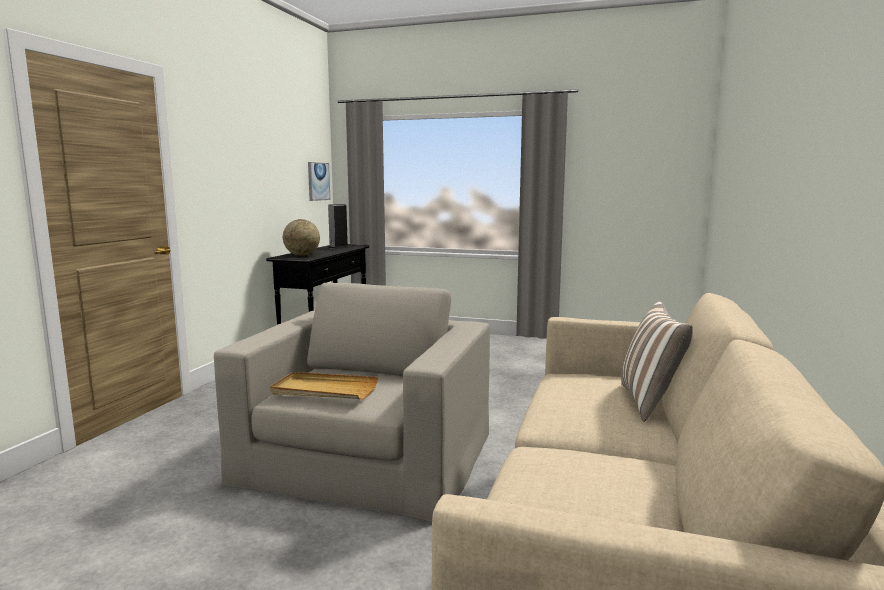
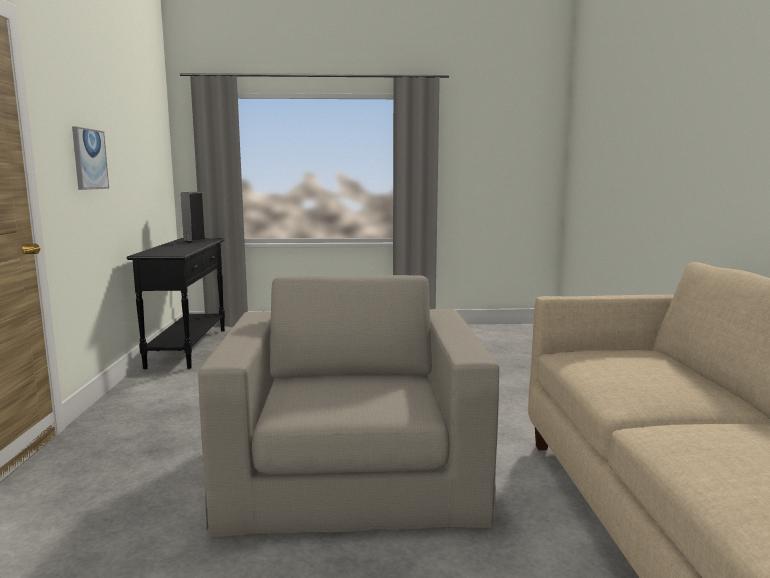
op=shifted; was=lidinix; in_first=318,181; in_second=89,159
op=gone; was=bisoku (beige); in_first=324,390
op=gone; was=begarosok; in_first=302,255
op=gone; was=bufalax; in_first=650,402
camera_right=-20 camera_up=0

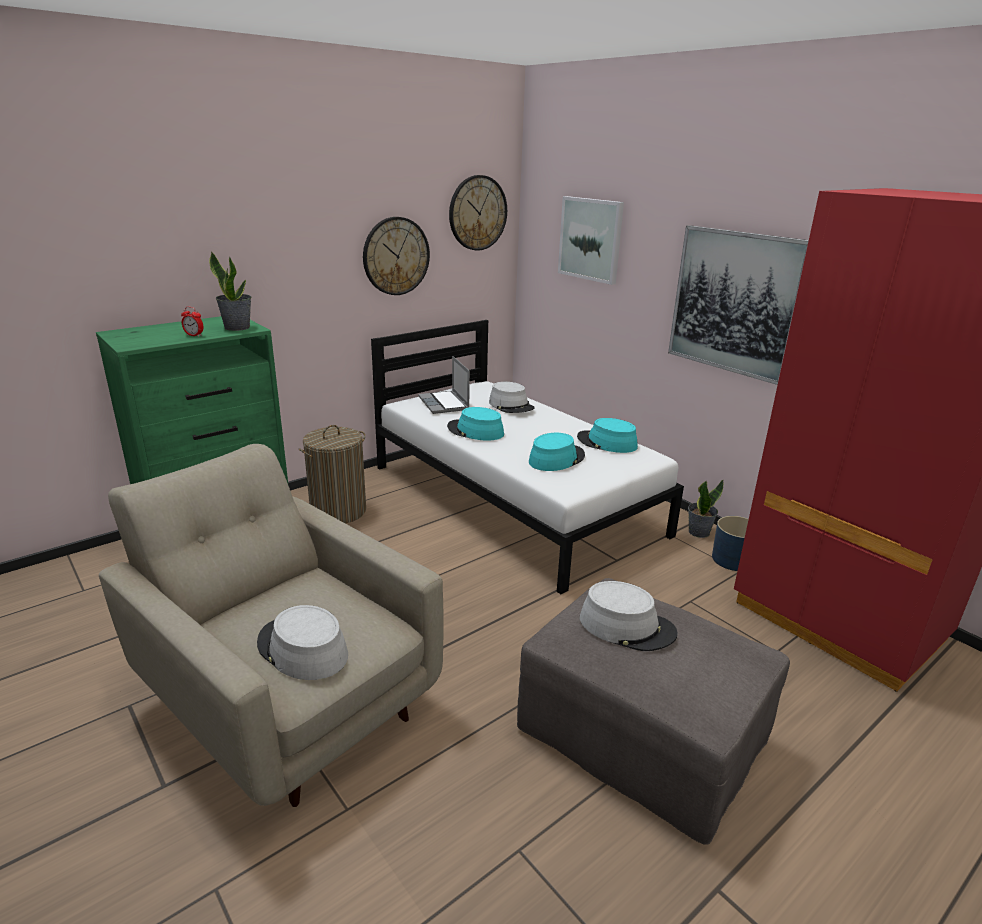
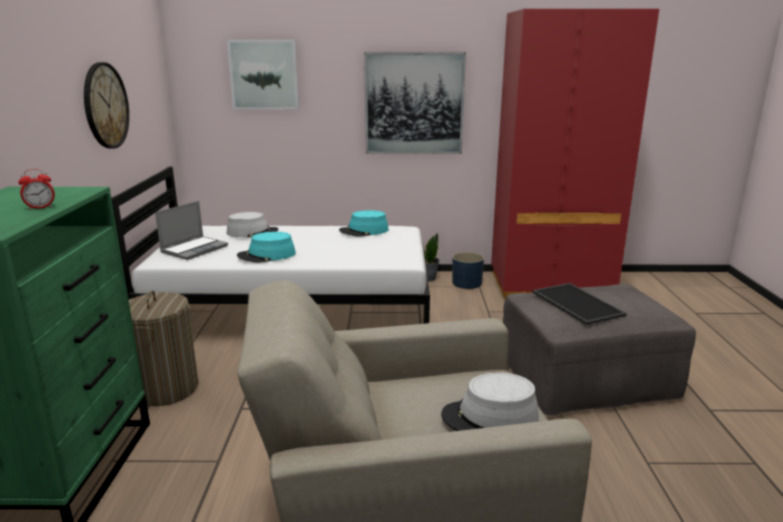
op=rotated; was=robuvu; in_first=444,404; in_second=194,249; clockwise=-75
op=swapped; was=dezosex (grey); now=bisoku; in_first=627,626; in_second=575,303
op=gone; was=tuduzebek; in_first=237,327
op=gone; was=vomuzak; in_first=477,213
op=gone; was=dezosex (turquoise); in_first=556,459
camera_right=-50 camera_up=-5

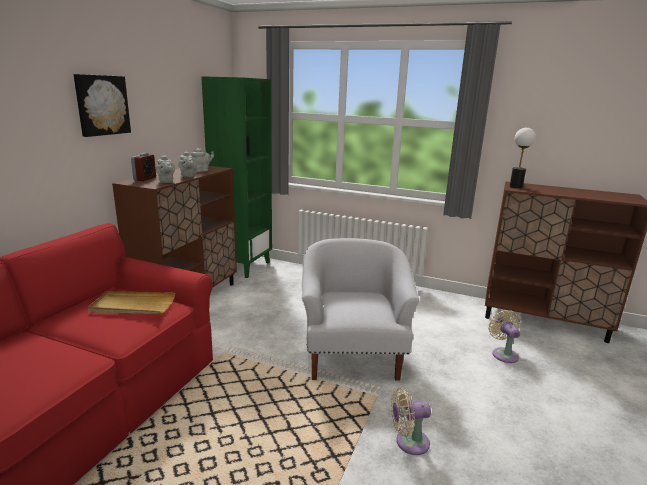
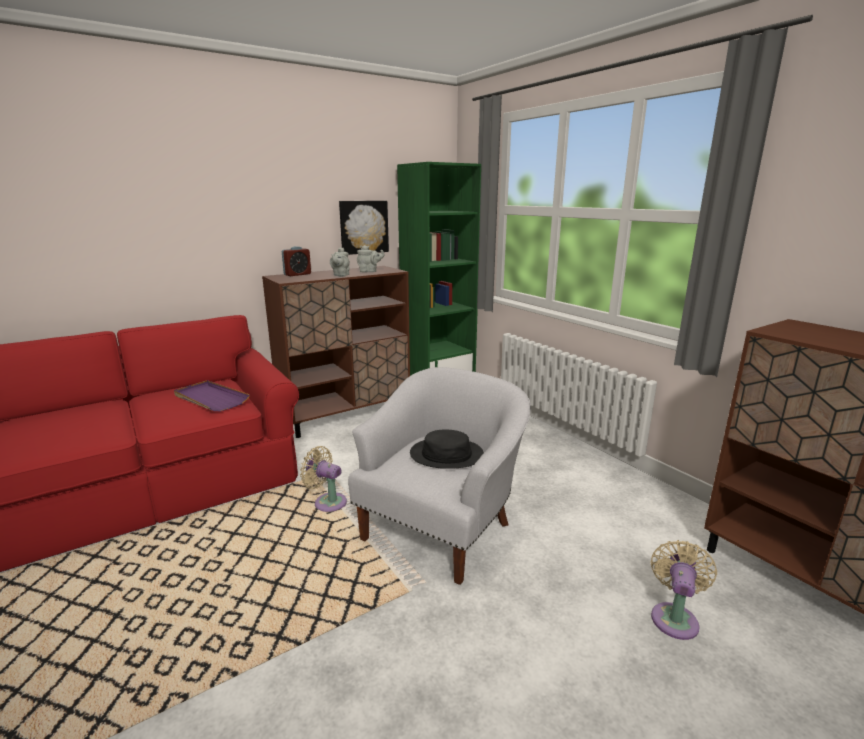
op=repainted; was=bisoku (beige); now=bisoku (purple); in_first=133,306; in_second=210,398
op=shifted; was=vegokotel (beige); in_first=408,442; in_second=327,502
op=shifted; was=lidinix; in_first=102,105; in_second=363,227
op=new; now=dezosex (black); in_second=446,454
op=gone; was=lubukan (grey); in_first=166,181
op=gone; was=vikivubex; in_first=516,187
camera_right=35 camera_up=0

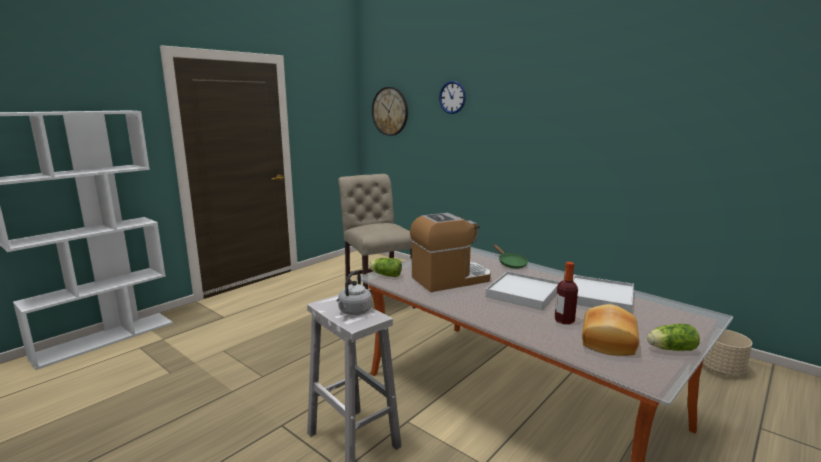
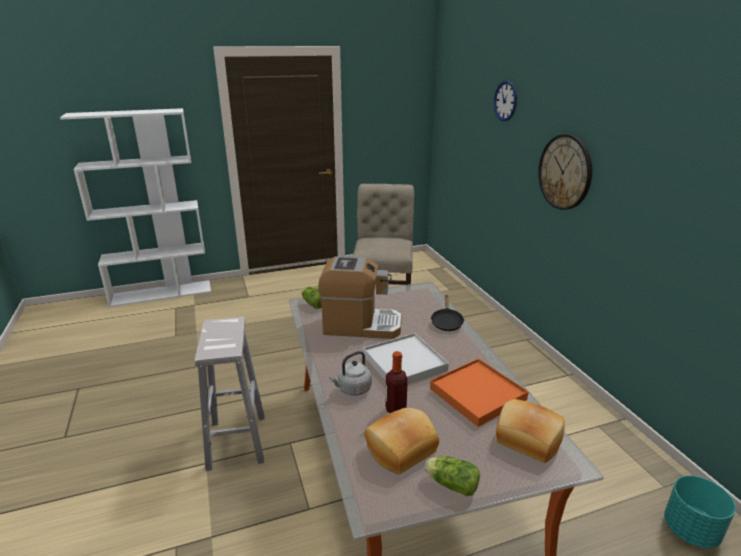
op=shifted; was=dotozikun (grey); in_first=354,312; in_second=353,389
op=repainted; was=bisoku (white); now=bisoku (orange); in_first=599,297; in_second=477,394
op=repainted; was=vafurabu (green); now=vafurabu (black); in_first=510,264; in_second=446,322
op=new; now=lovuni; in_second=527,440
op=shifted; was=vomuzak; in_first=390,111; in_second=565,172
op=repainted; was=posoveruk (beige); now=posoveruk (turquoise); in_first=722,370; in_second=690,530
camera_right=30 camera_up=10

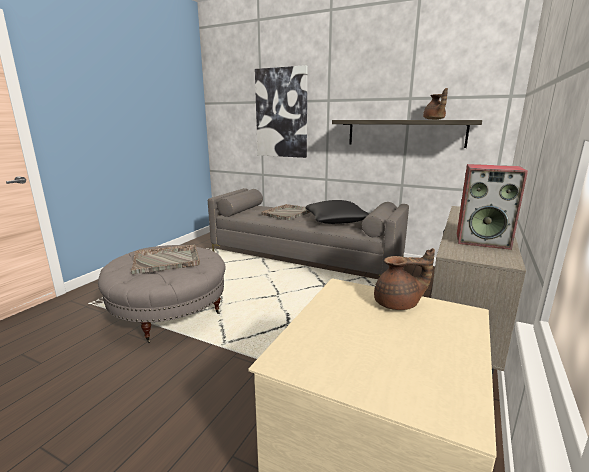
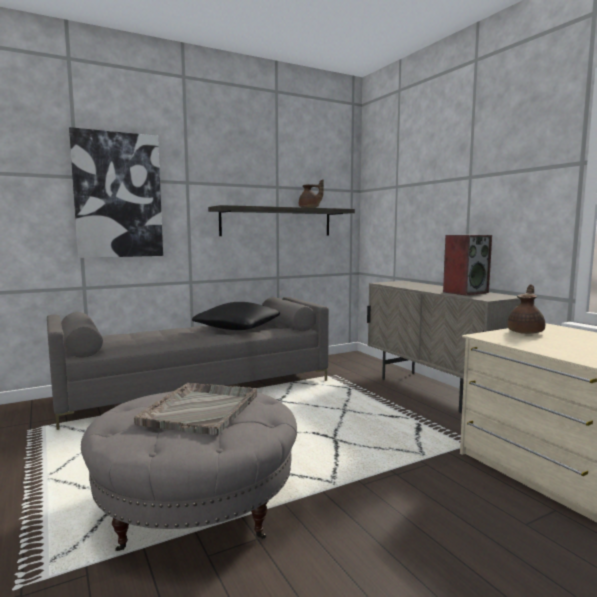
op=gone; was=bisoku (grey); in_first=288,213
camera_right=-55 camera_up=-10

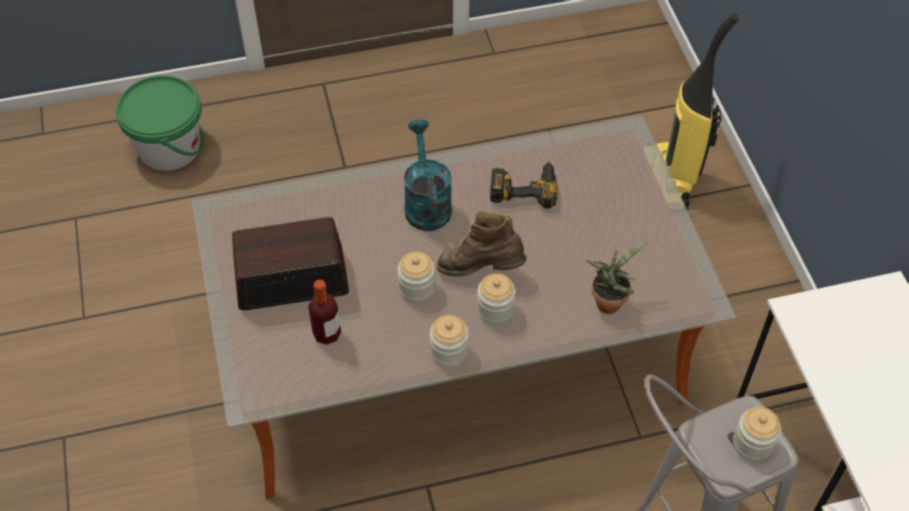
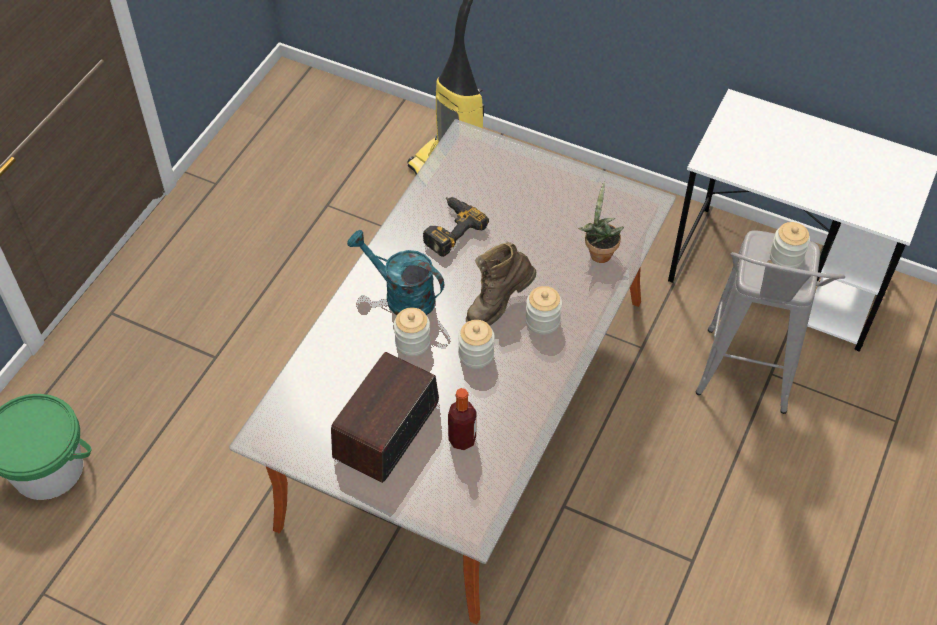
op=shifted; was=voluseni; in_first=449,351; in_second=412,342
camera_right=-50 camera_up=0

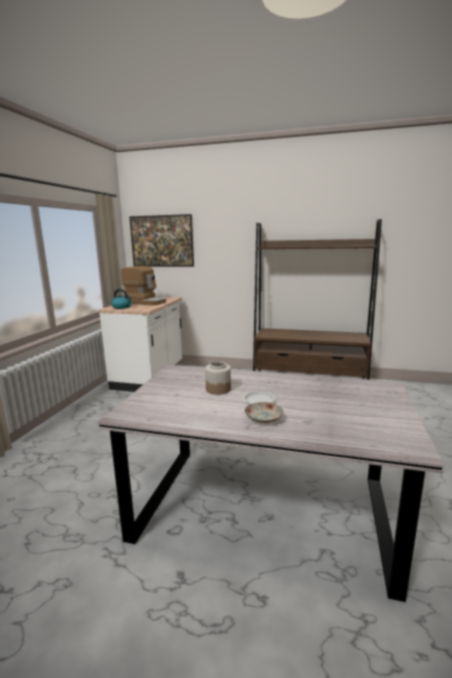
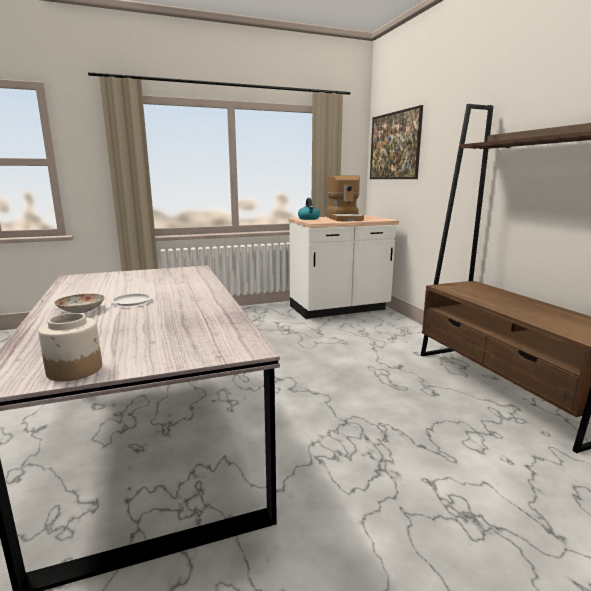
op=shifted; was=voluseni; in_first=218,389; in_second=75,370
camera_right=55 camera_up=0

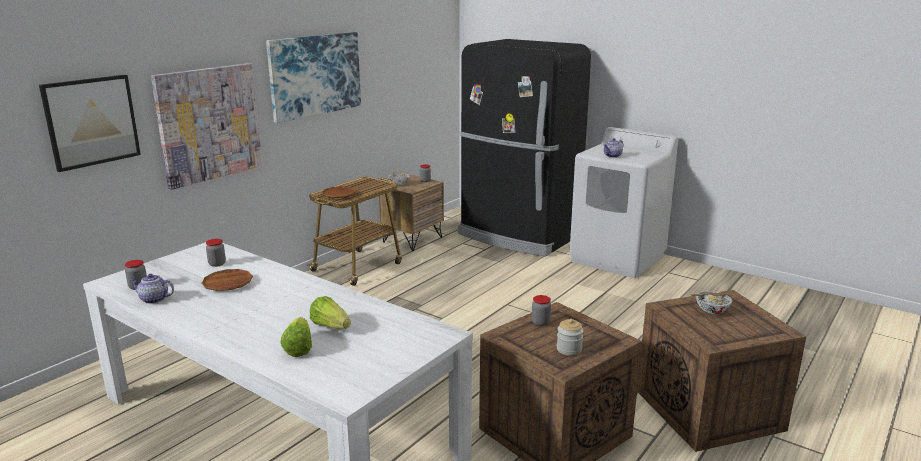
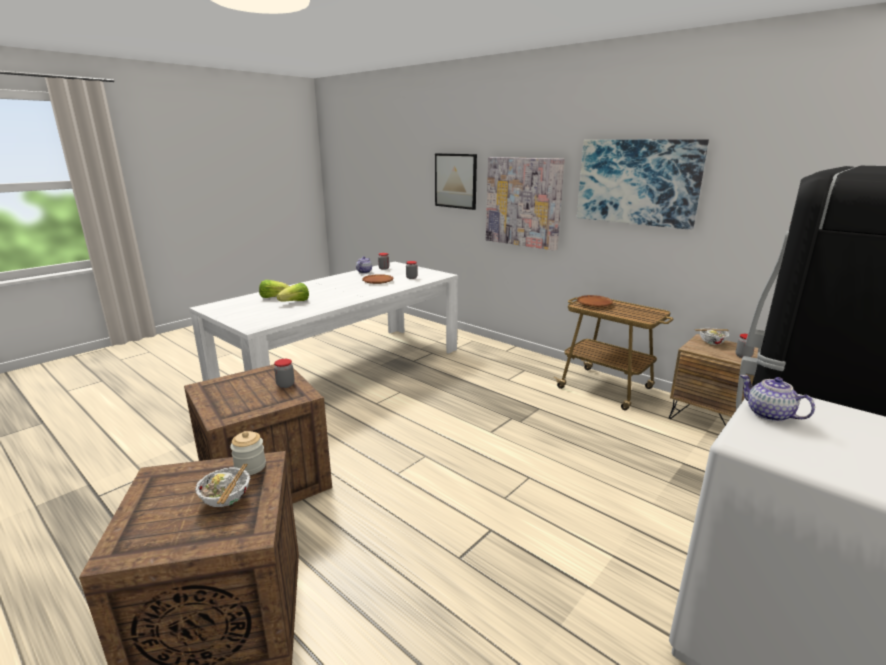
op=shifted; was=voluseni; in_first=569,349; in_second=250,467
camera_right=95 camera_up=0

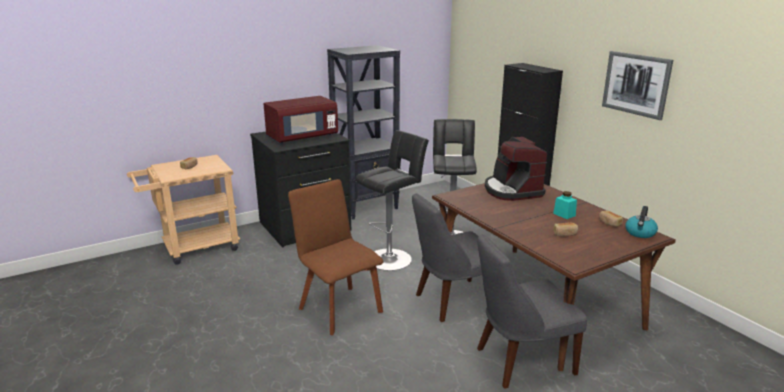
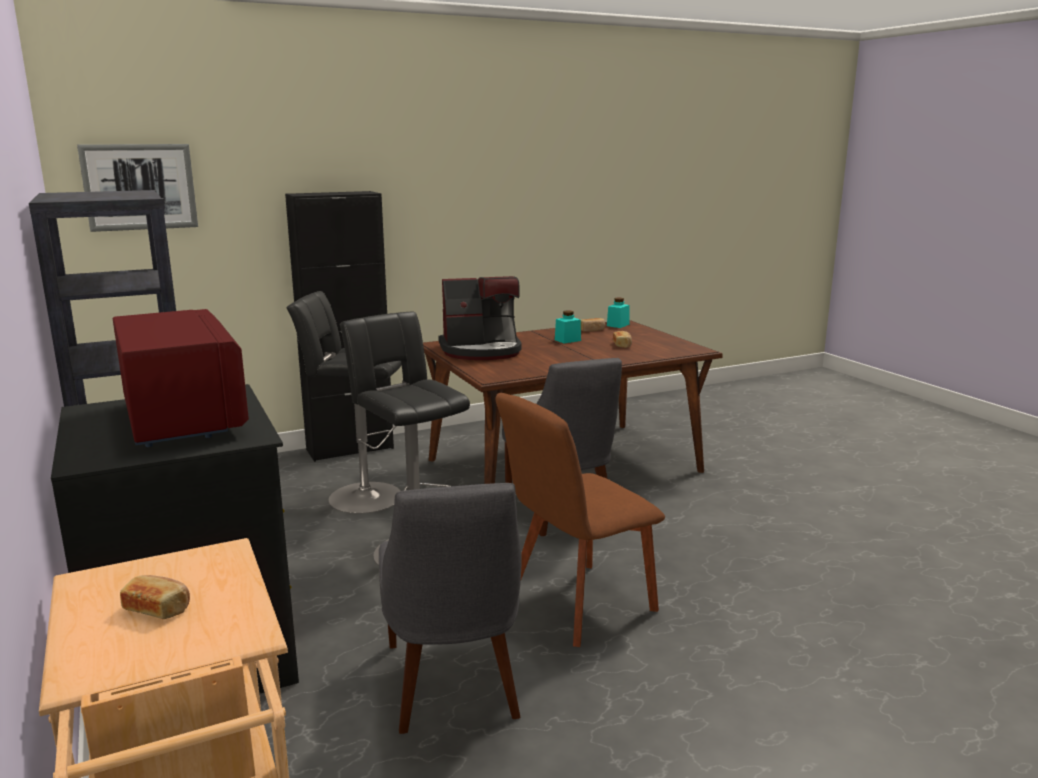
op=shifted; was=lidinix; in_first=636,84; in_second=139,187
op=shifted; was=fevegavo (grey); in_first=520,361; in_second=452,685
op=swapped; was=dotozikun; now=voluseni (turquoise); in_first=640,233; in_second=618,325
camera_right=-85 camera_up=-5

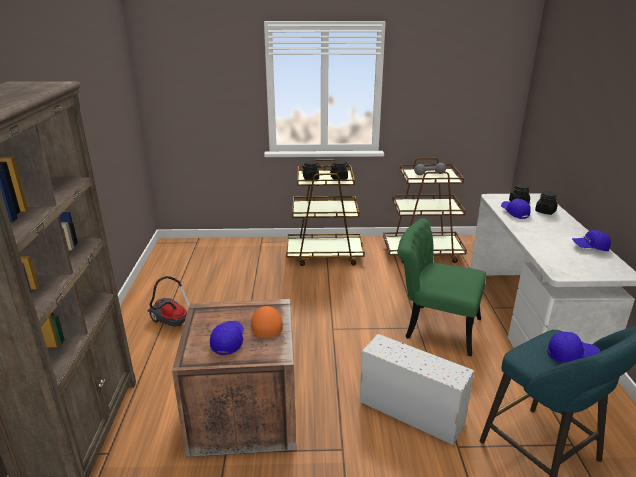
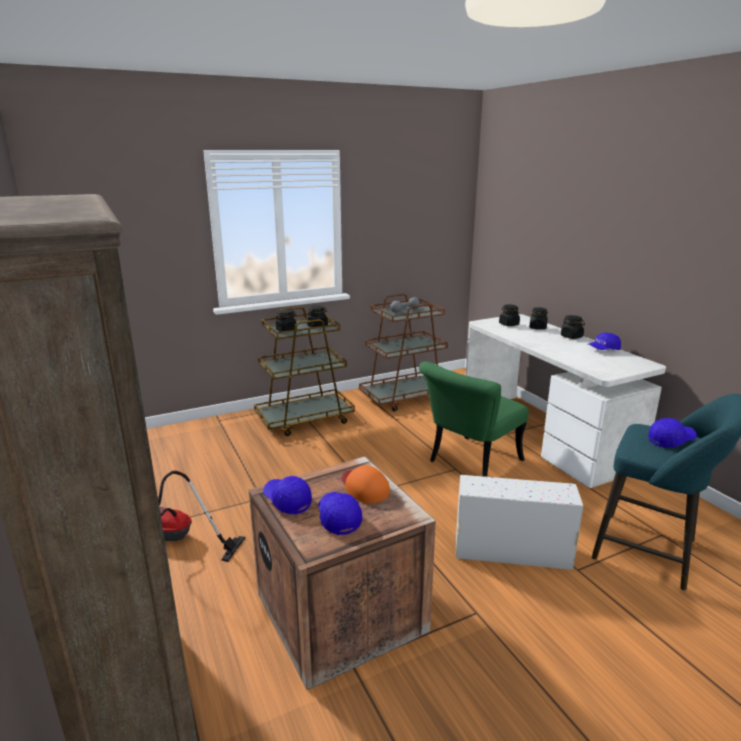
op=shifted; was=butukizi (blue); in_first=514,213; in_second=287,501
op=rotated; was=fevegavo (green); in_first=434,327; in_second=470,464; clockwise=-45
op=new; now=voluseni (black); in_second=571,337
camera_right=-25 camera_up=-5

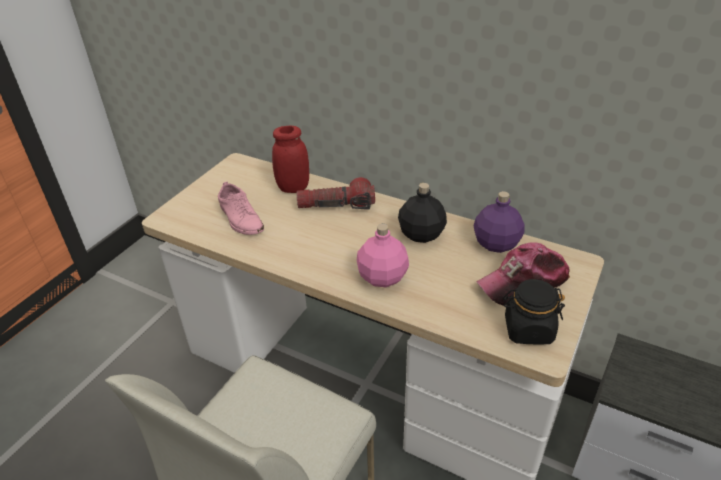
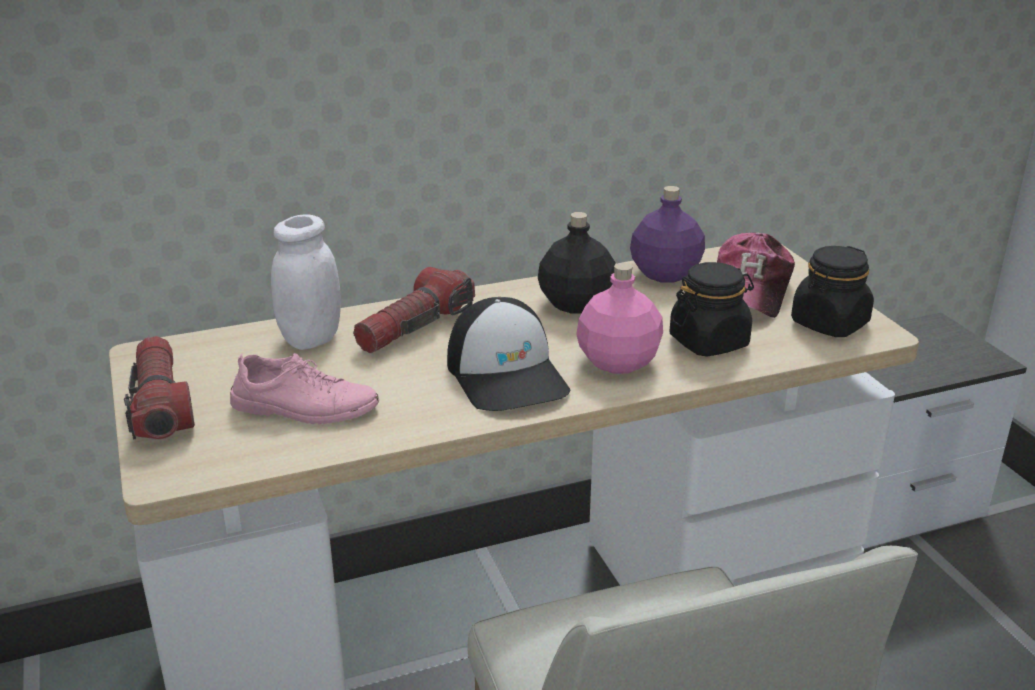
op=new; now=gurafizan; in_second=160,405
op=repainted; was=voluseni (red); now=voluseni (white); in_first=293,188; in_second=311,339
op=new; now=butukizi; in_second=508,375
op=new; now=voluseni (black); in_second=709,342
camera_right=-50 camera_up=-10

